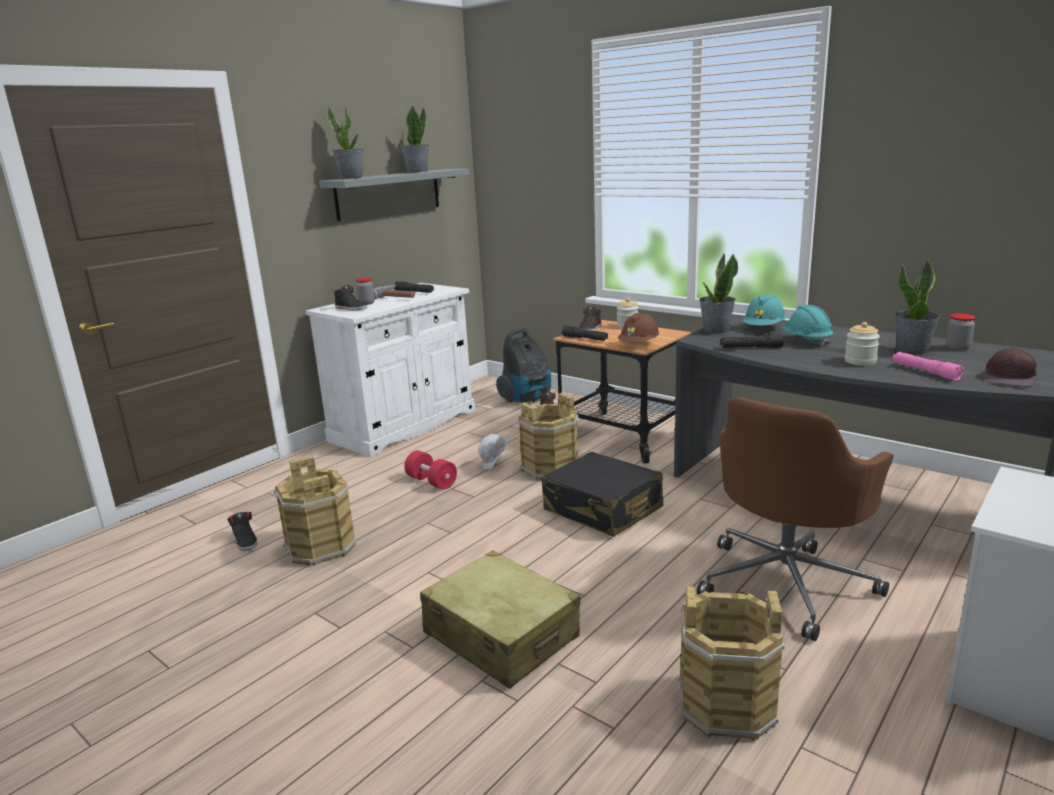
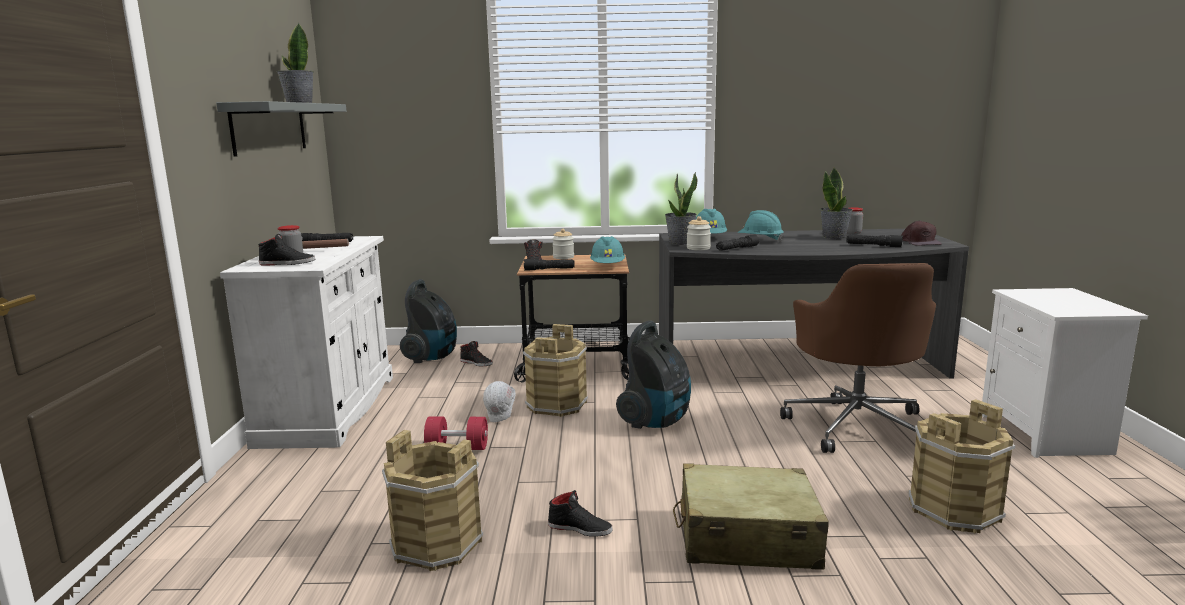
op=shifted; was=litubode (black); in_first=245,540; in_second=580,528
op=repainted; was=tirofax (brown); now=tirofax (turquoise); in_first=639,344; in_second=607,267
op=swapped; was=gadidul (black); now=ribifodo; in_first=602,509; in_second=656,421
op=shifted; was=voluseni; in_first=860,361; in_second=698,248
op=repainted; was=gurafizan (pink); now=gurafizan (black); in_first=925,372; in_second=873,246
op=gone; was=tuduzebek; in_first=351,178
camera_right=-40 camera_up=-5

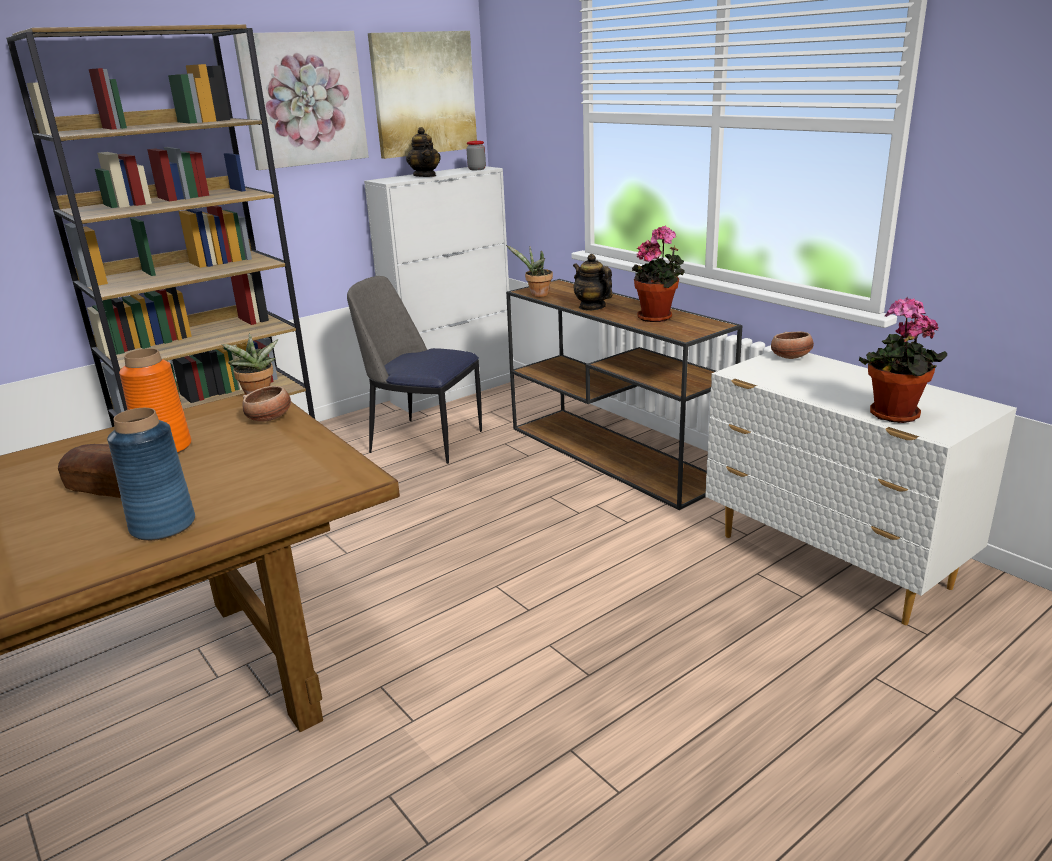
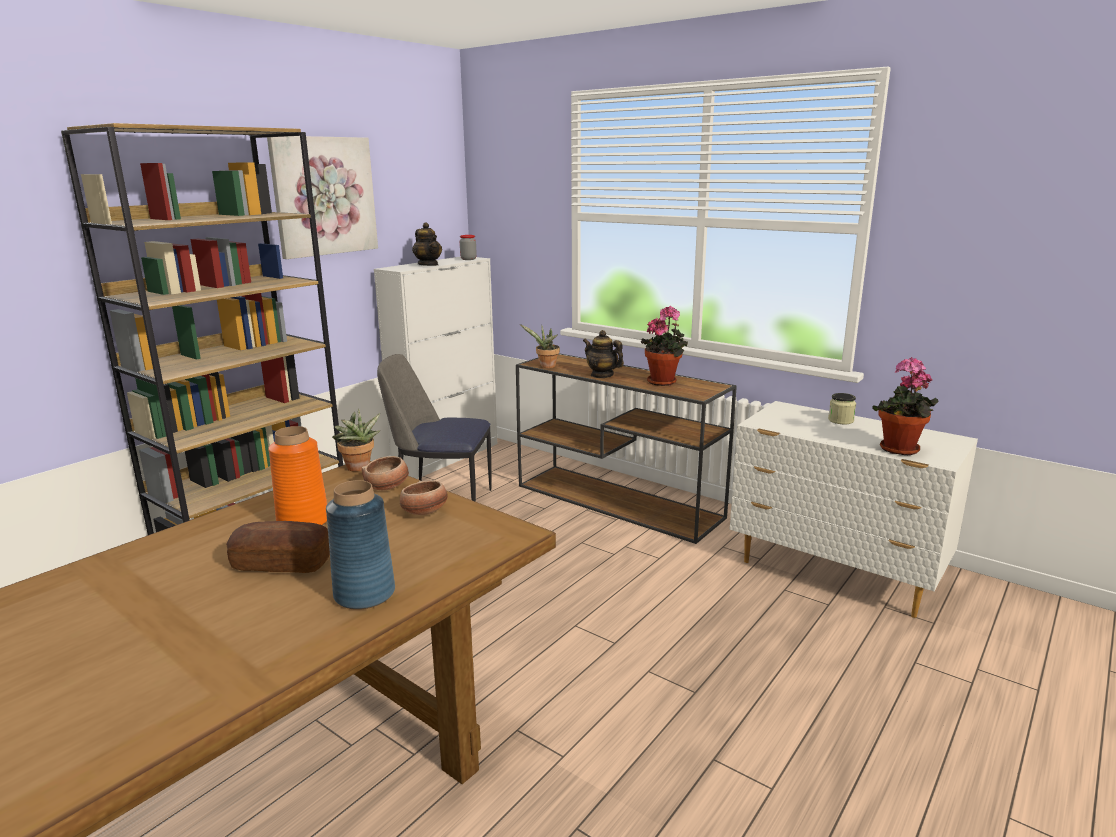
op=shifted; was=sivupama; in_first=791,357; in_second=424,512
op=new; now=voluseni; in_second=840,420
op=gone; was=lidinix; in_first=424,94
camera_right=-15 camera_up=-5

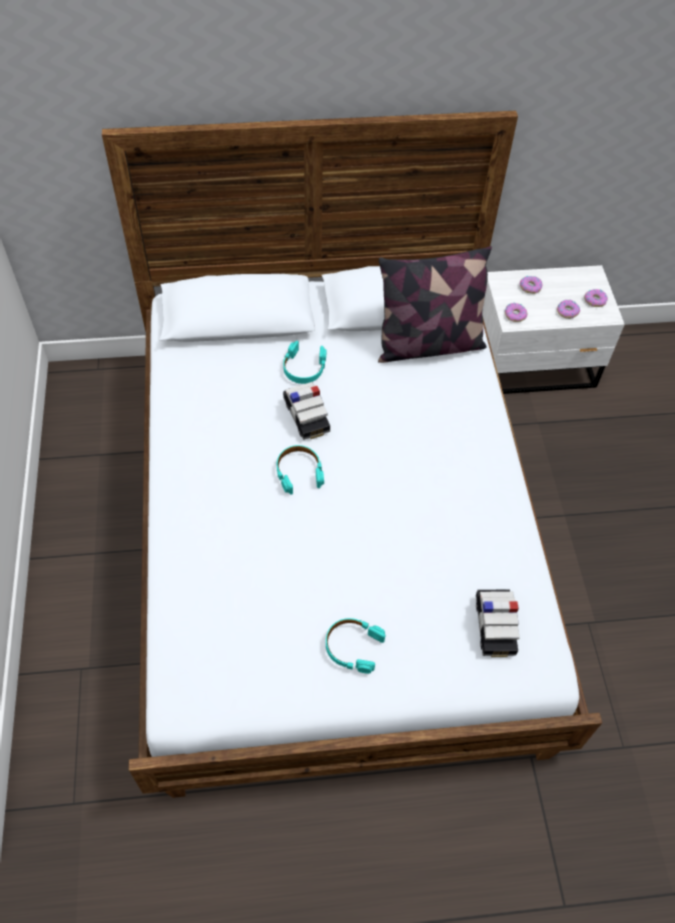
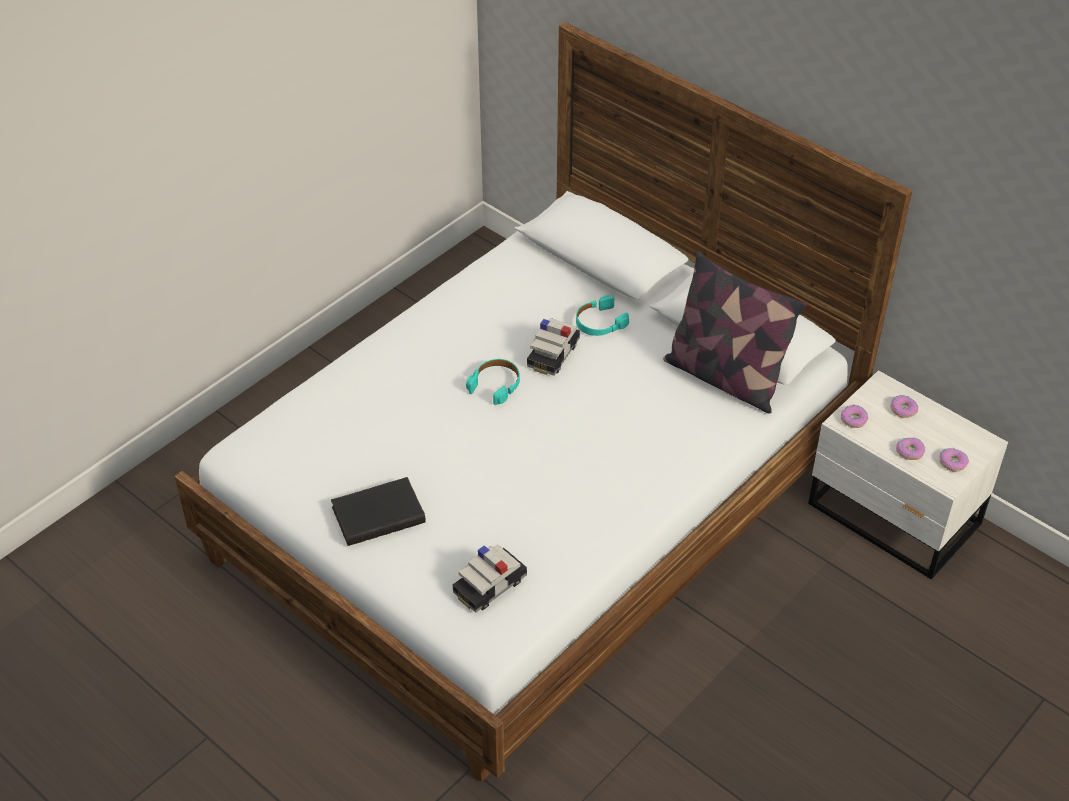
op=swapped; was=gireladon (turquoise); now=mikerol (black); in_first=353,647; in_second=378,513
camera_right=50 camera_up=-10

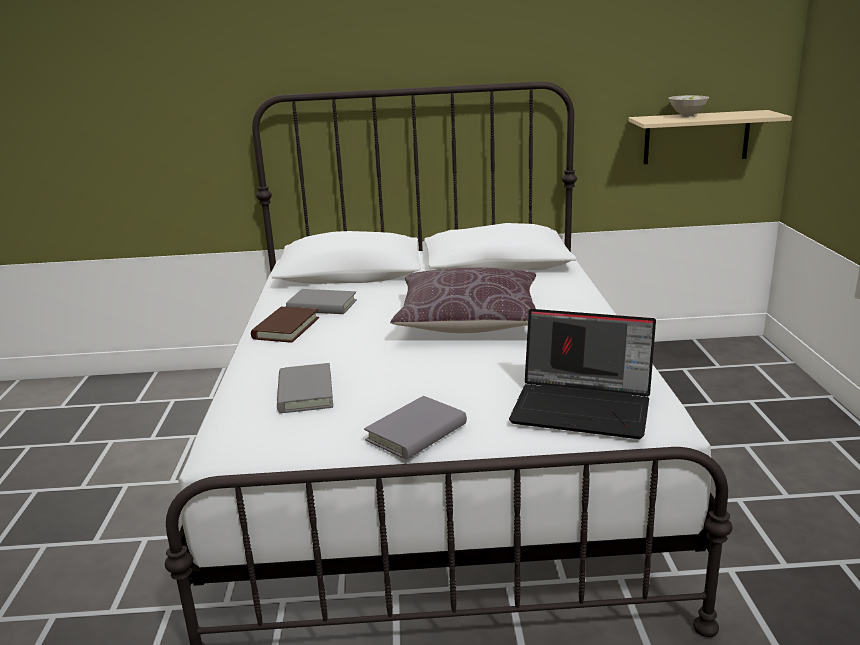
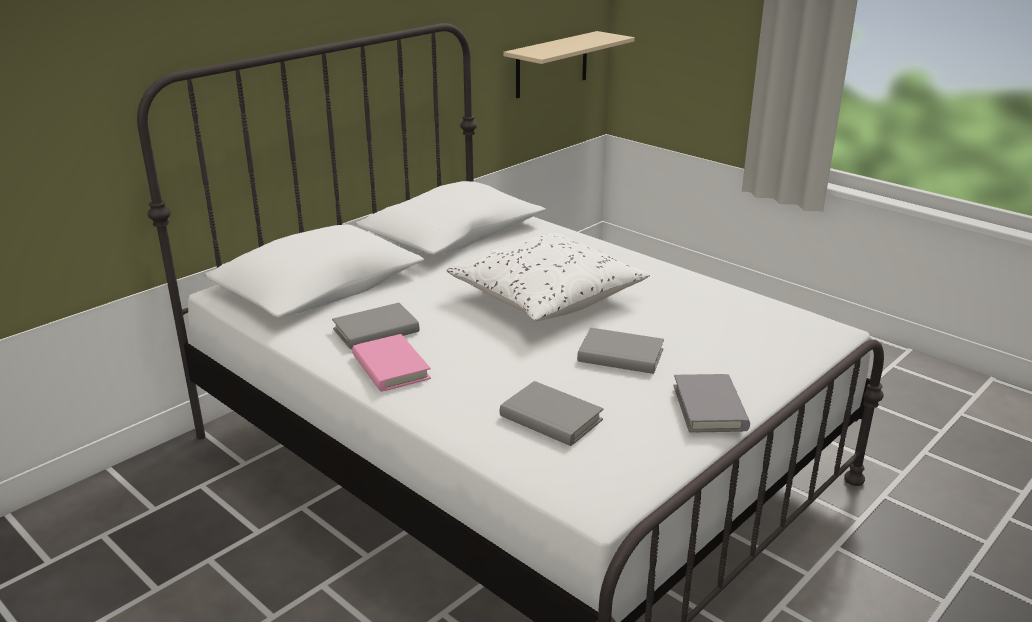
op=repainted; was=mikerol (brown); now=mikerol (pink); in_first=286,328; in_second=390,367
op=repainted; was=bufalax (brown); now=bufalax (white); in_first=468,320; in_second=546,297
op=new; now=mikerol (grey); in_second=620,356
op=gone; was=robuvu; in_first=584,407
op=gone; was=sivupama (white); in_first=687,116
camera_right=-45 camera_up=5

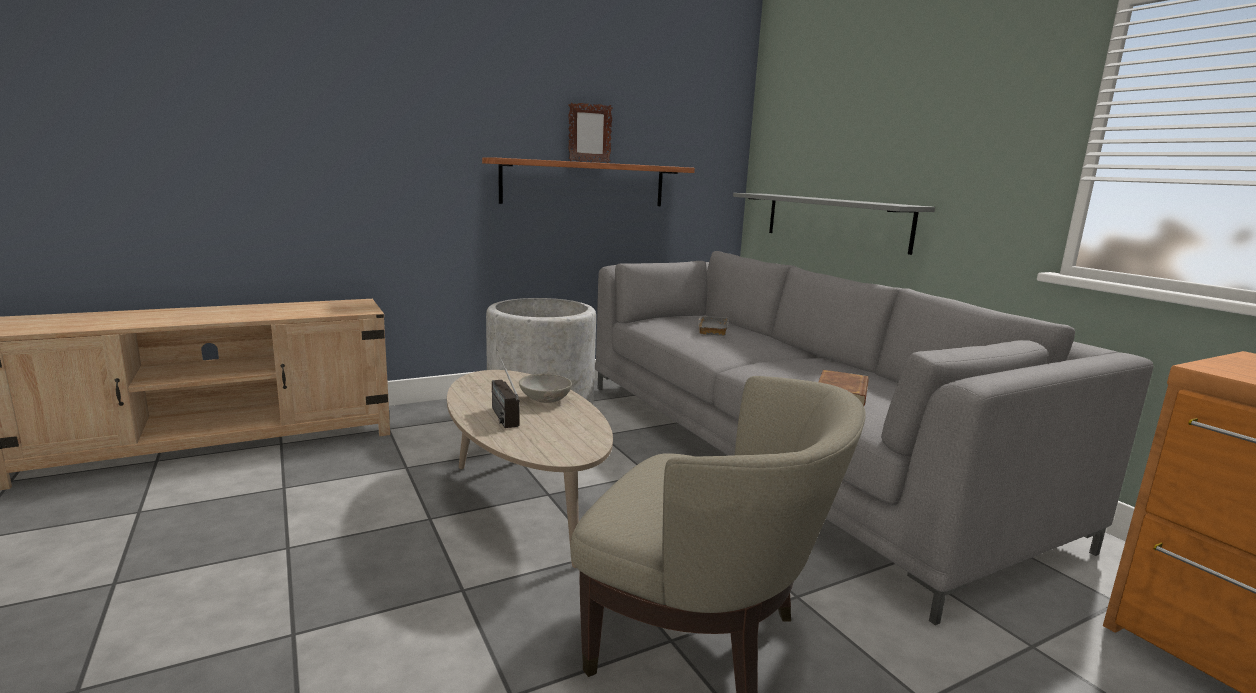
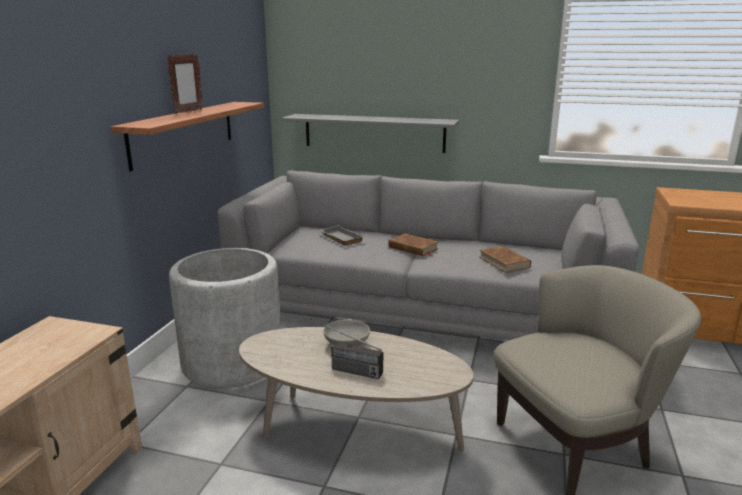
op=new; now=mikerol (brown); in_second=413,248
camera_right=-45 camera_up=5

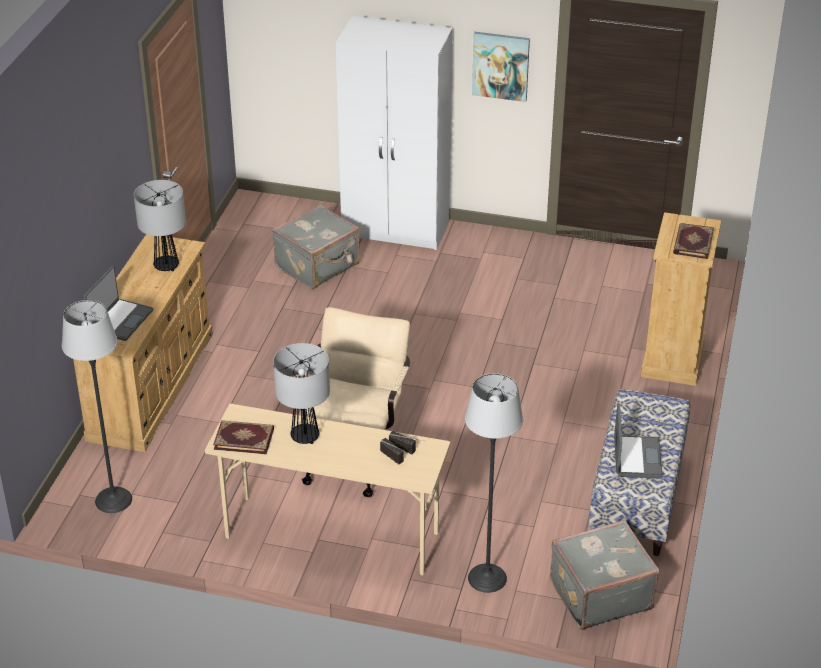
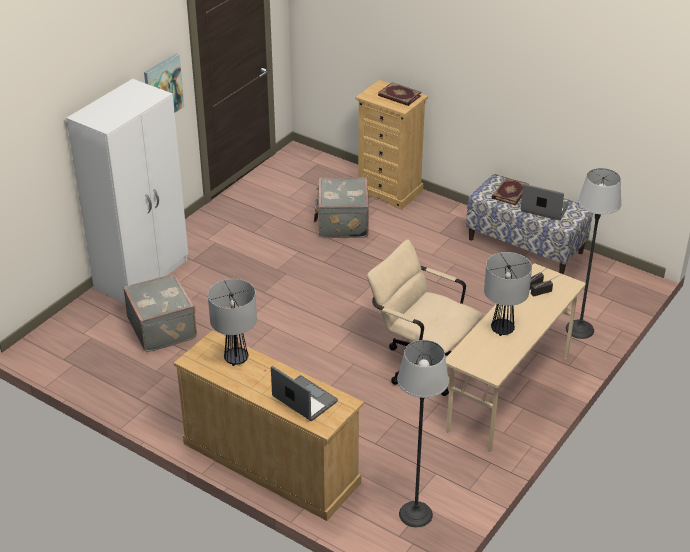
op=shifted; was=gadidul (grey); in_first=599,594; in_second=341,223
op=shifted; was=mikerol; in_first=244,438; in_second=509,192
camera_right=-70 camera_up=0

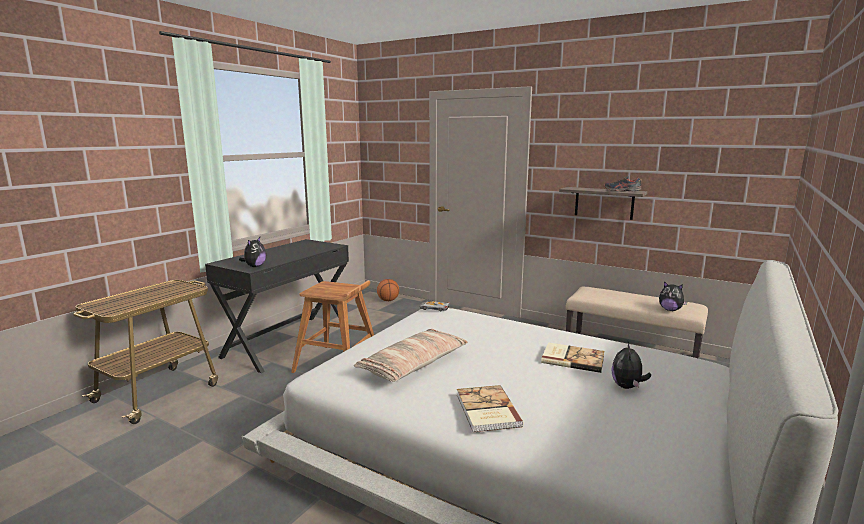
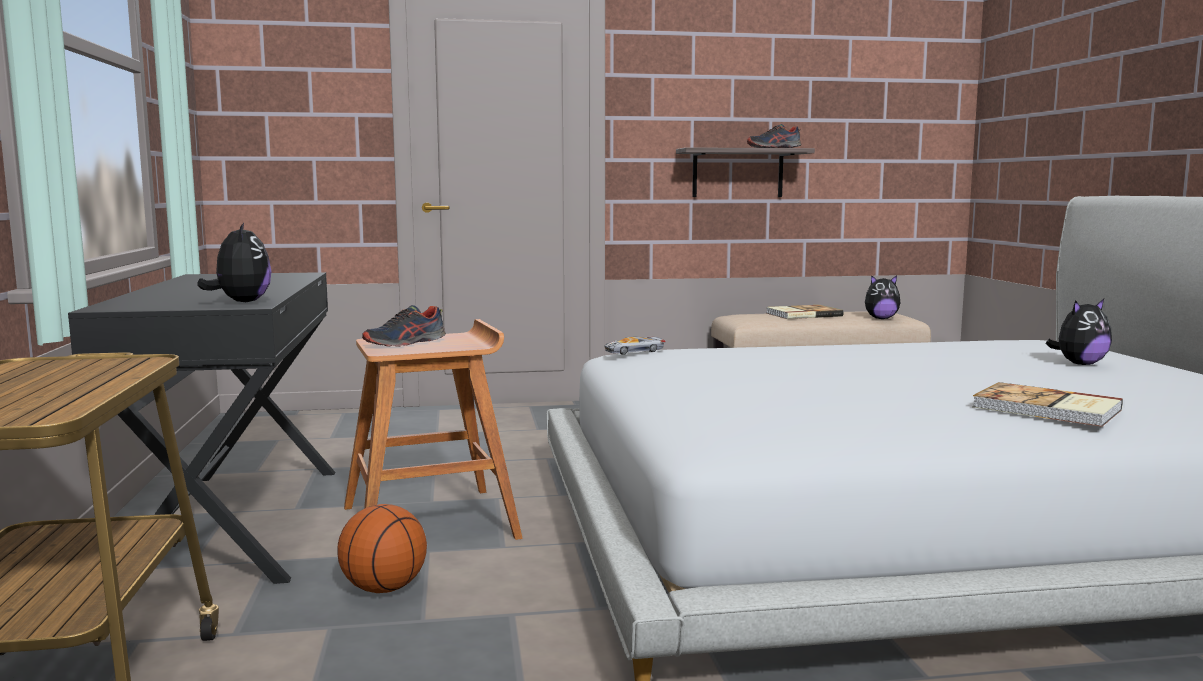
op=shifted; was=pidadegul; in_first=388,300; in_second=384,589
op=new; now=litubode; in_second=405,343
op=shifted; was=mikerol; in_first=572,359; in_second=802,314
op=rotated; was=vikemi; in_first=627,387; in_second=1079,364; clockwise=-90
op=gone; was=bufalax; in_first=414,365
camera_right=-40 camera_up=-5

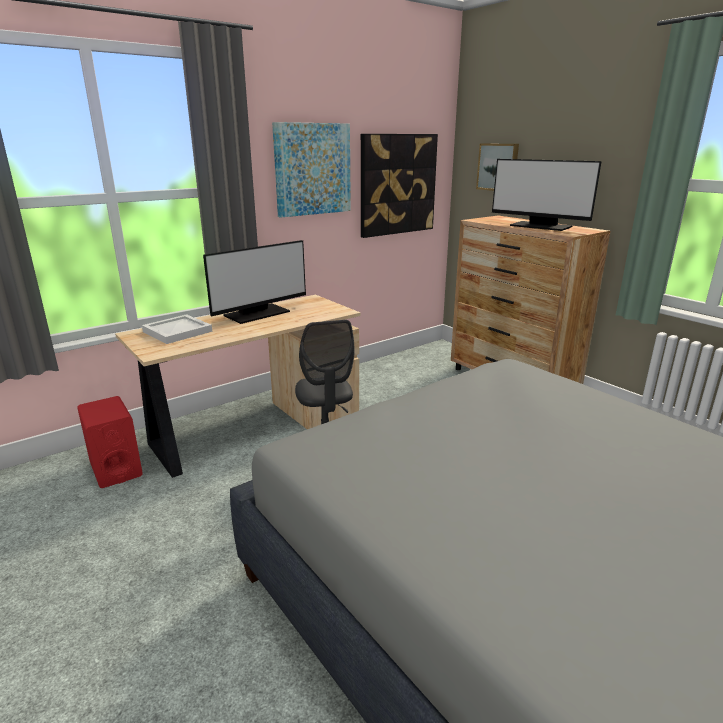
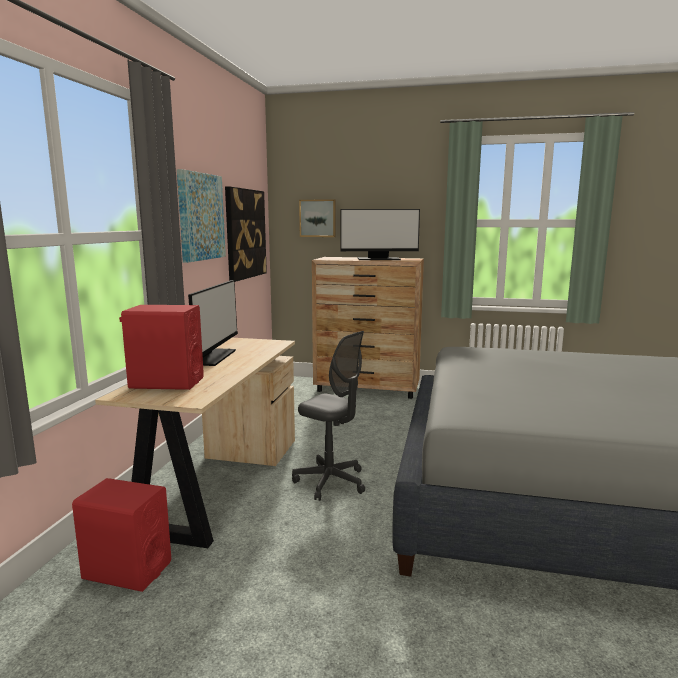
op=swapped; was=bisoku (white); now=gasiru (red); in_first=178,331; in_second=166,383
camera_right=-40 camera_up=-10

